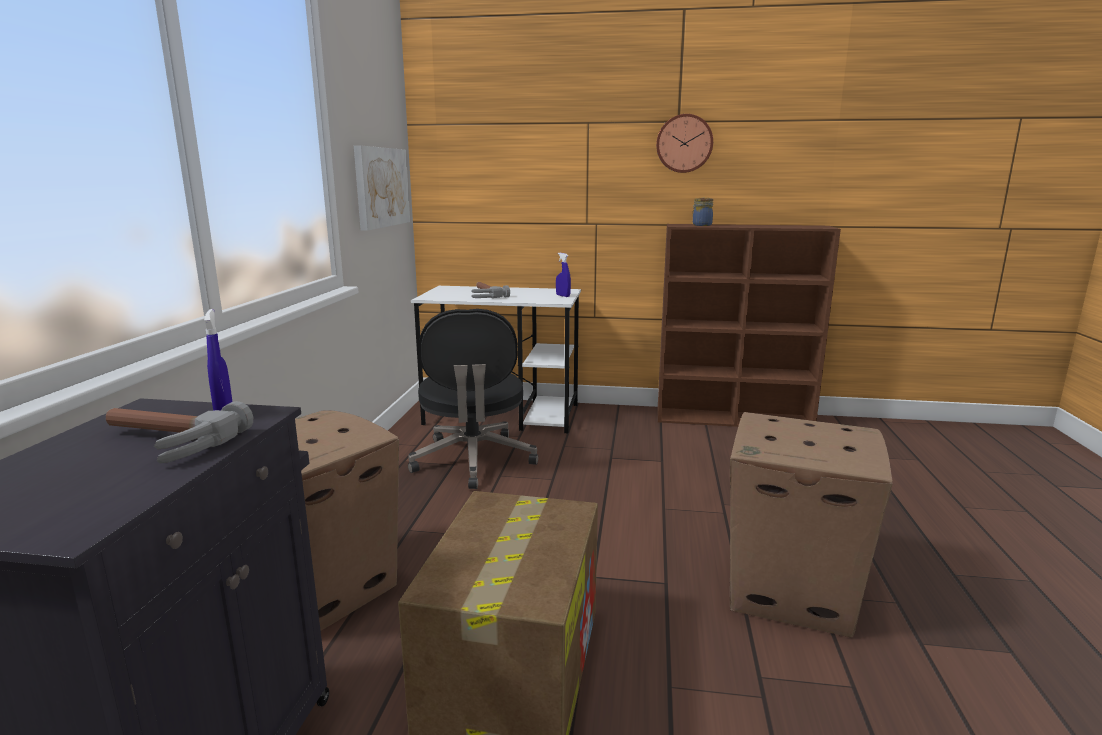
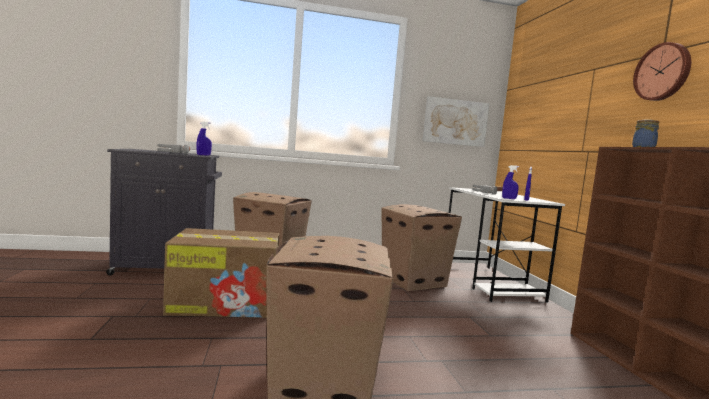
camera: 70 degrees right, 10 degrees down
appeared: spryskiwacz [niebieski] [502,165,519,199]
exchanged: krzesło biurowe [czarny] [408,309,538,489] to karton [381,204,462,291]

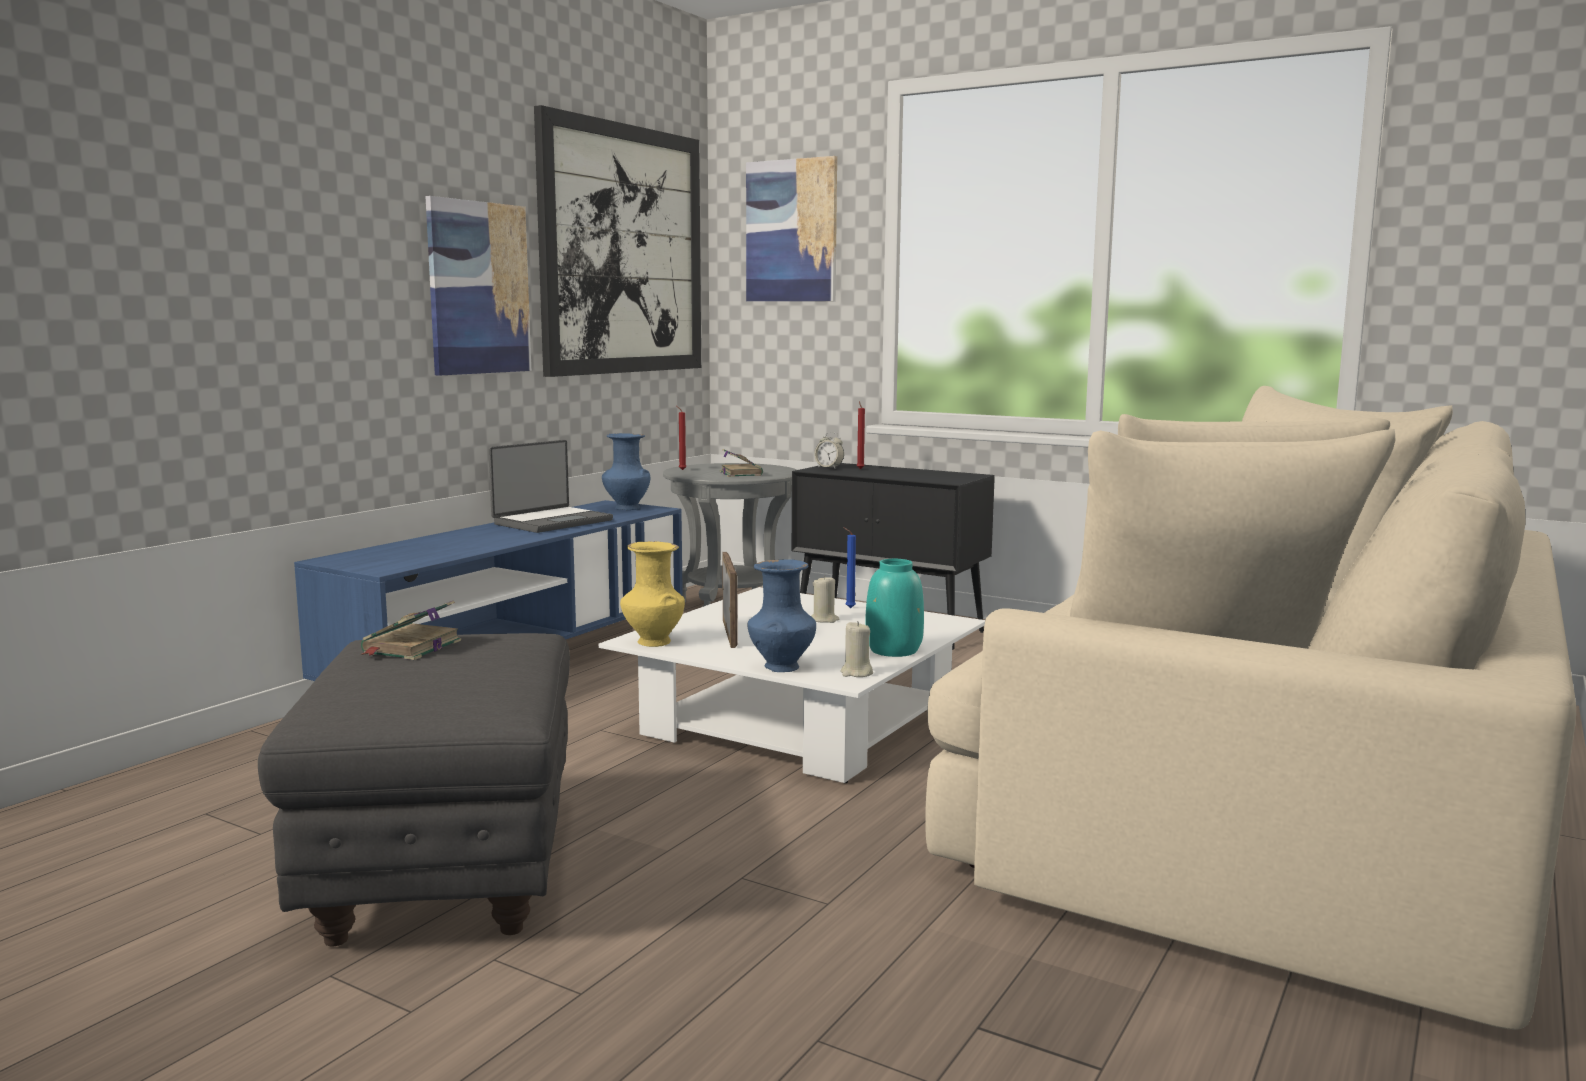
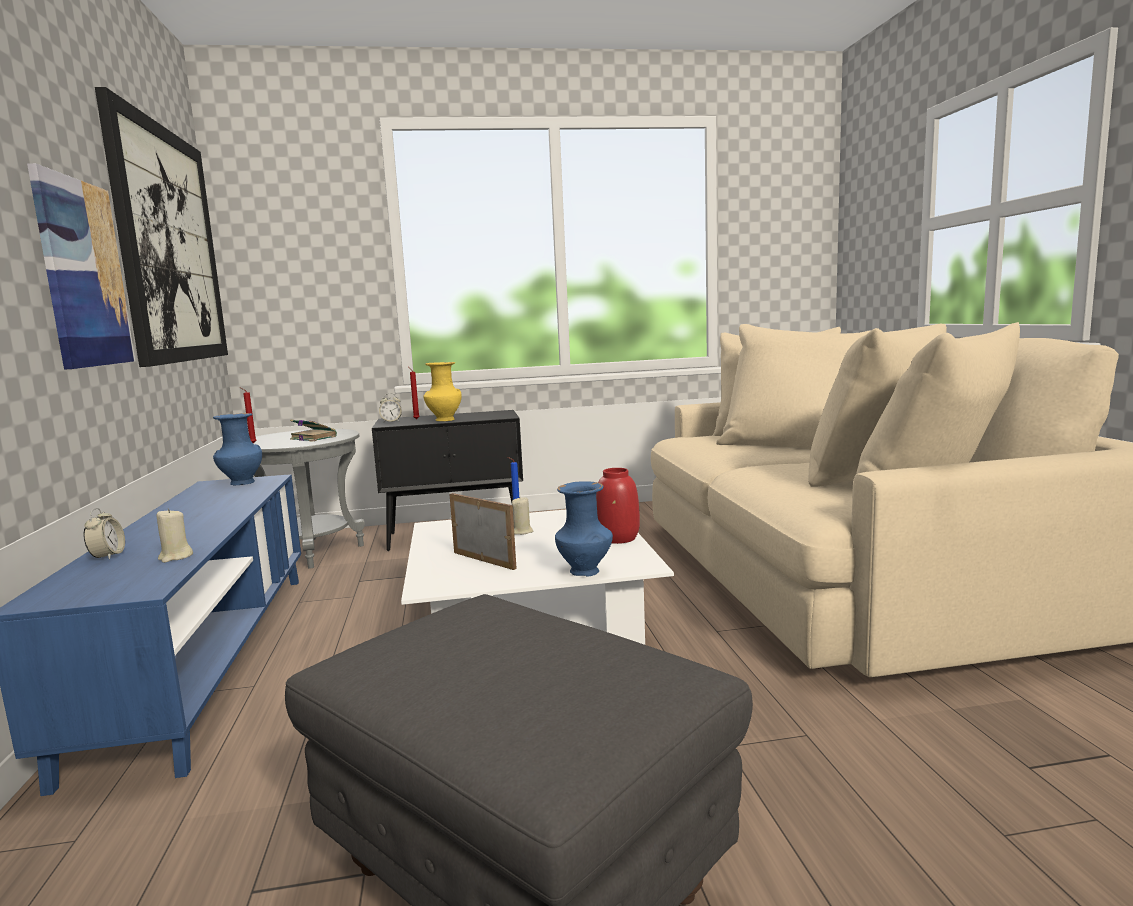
camera: 40 degrees left, 0 degrees up
missing: książka [361,600,461,660]; laptop [488,440,613,533]; obraz [746,156,837,301]
appeared: budzik [83,508,125,560]
relocated: wazon [żółty] [620,541,685,647] to [423,362,462,421]; świeca [beżowy] [840,621,873,677] to [157,508,193,563]
colour: wazon [turkusowy] [865,559,924,657] to wazon [czerwony] [596,468,640,544]

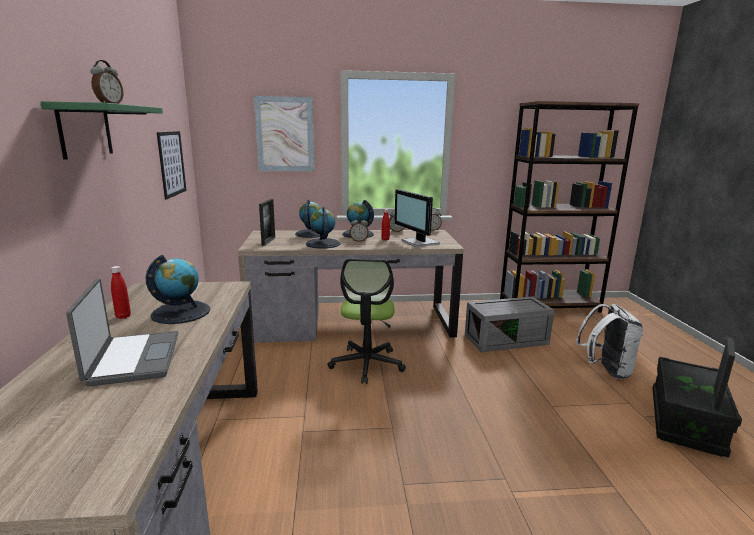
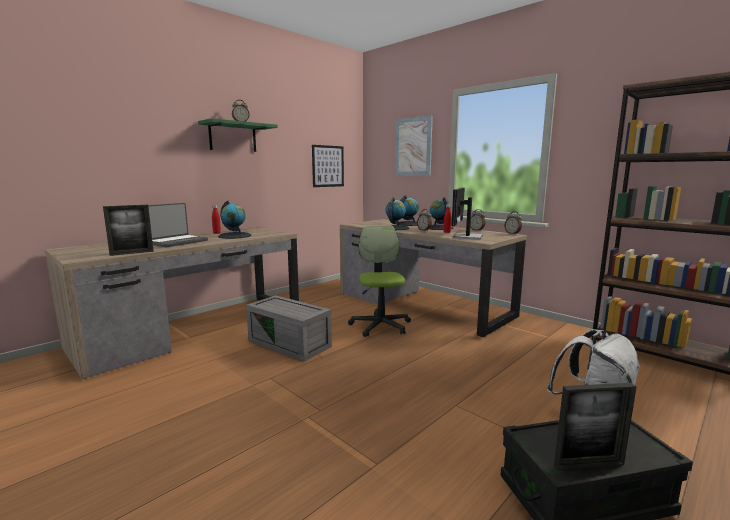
camera: 50 degrees right, 5 degrees down
relocated: ramka na zdjęcie [259,199,275,246] to [103,205,154,256]; pojemnik do przechowywania [szary] [465,296,554,352] to [246,295,332,362]
spun: krzesło biurowe [327,259,406,384] = [348,225,411,337] 120 degrees clockwise

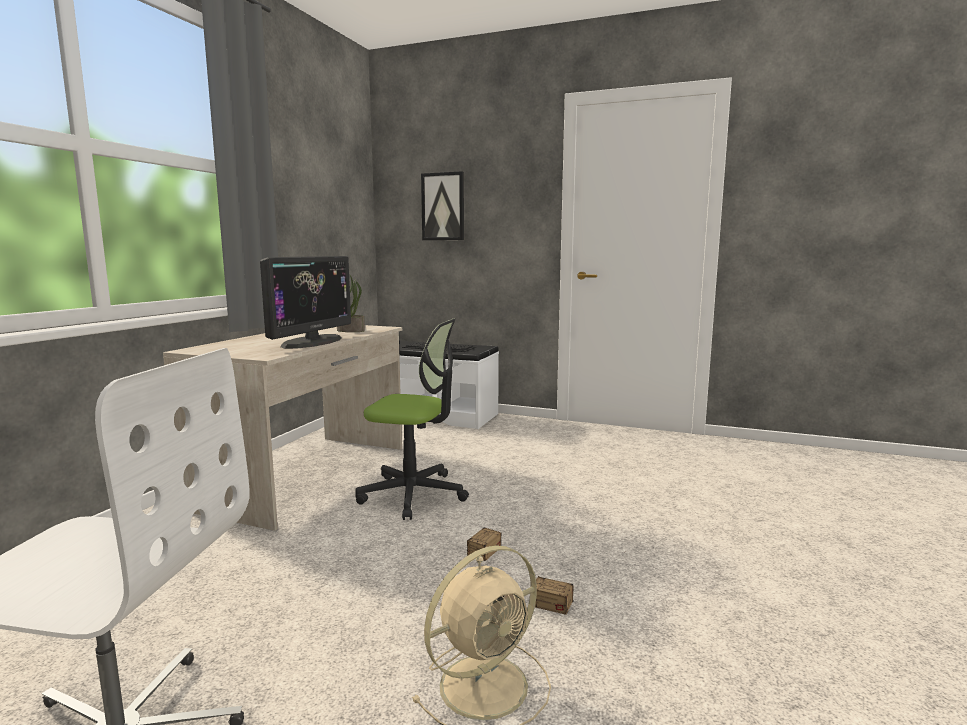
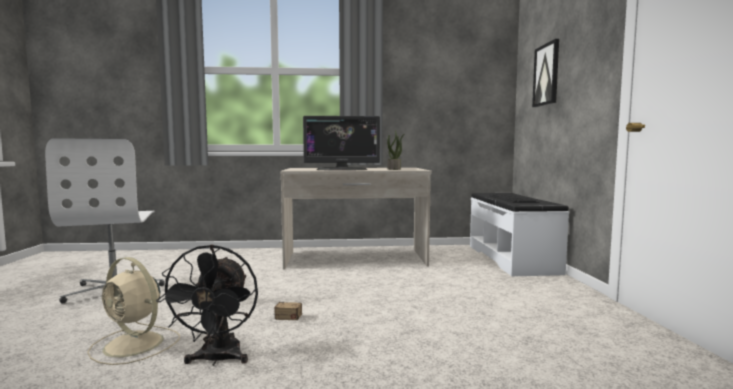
camera: 65 degrees right, 5 degrees down
missing: krzesło biurowe [355,318,469,520]
exchanged: pojemnik do przechowywania [535,551,628,615] to wentylator [czarny] [156,244,258,366]

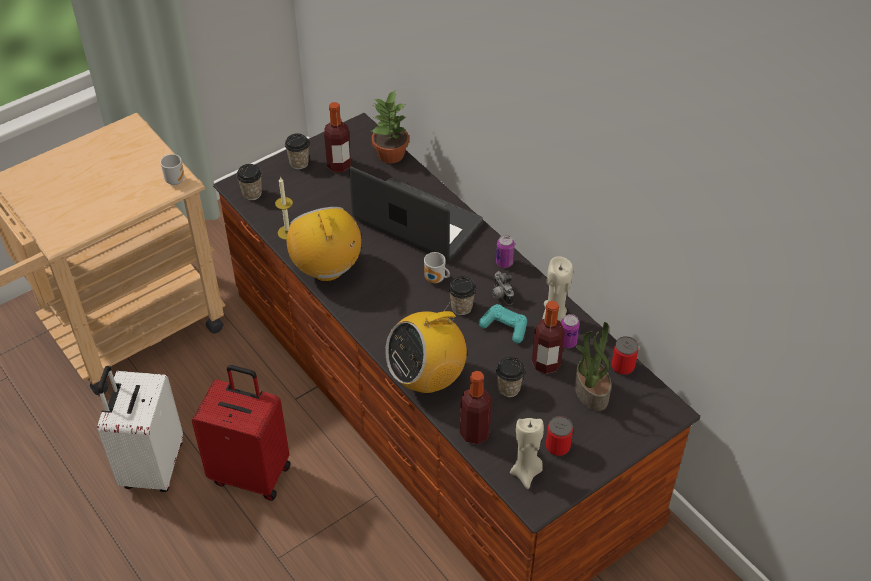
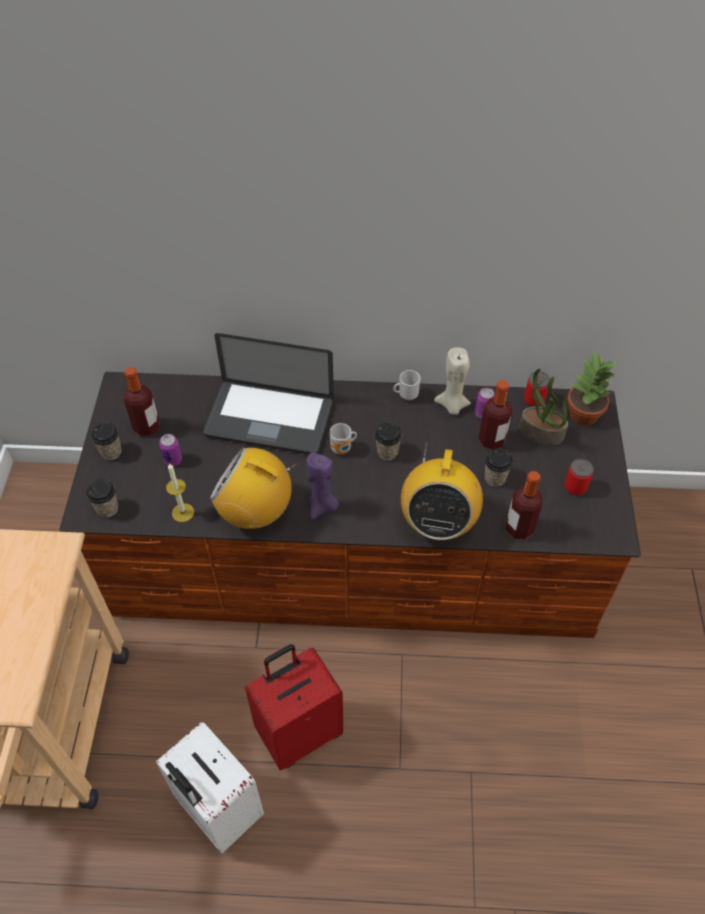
camera: 50 degrees left, 5 degrees up
missing: pad do gier [turkusowy] [479,304,527,343]; aparat fotograficzny [492,271,514,305]; świeca [beżowy] [510,418,544,489]
appeared: świeca [fioletowy] [306,452,339,520]
relocated: kubek [160,154,184,185] to [393,370,420,400]; roślina doniczkowa [372,91,409,163] to [567,351,617,425]; puszka [496,235,515,268] to [159,434,182,466]
spun: laptop [349,167,483,262] = [203,333,334,454] 150 degrees counterclockwise

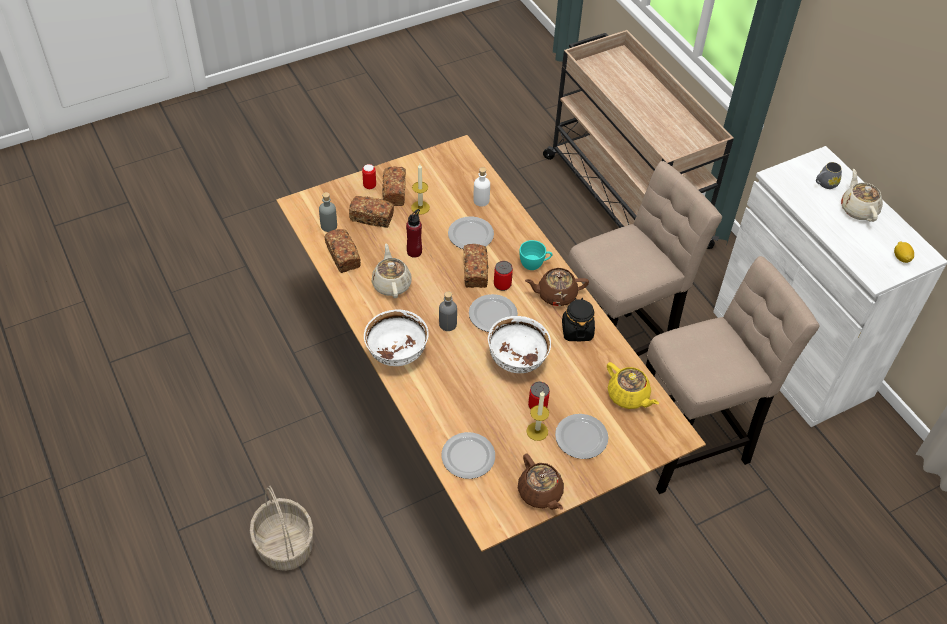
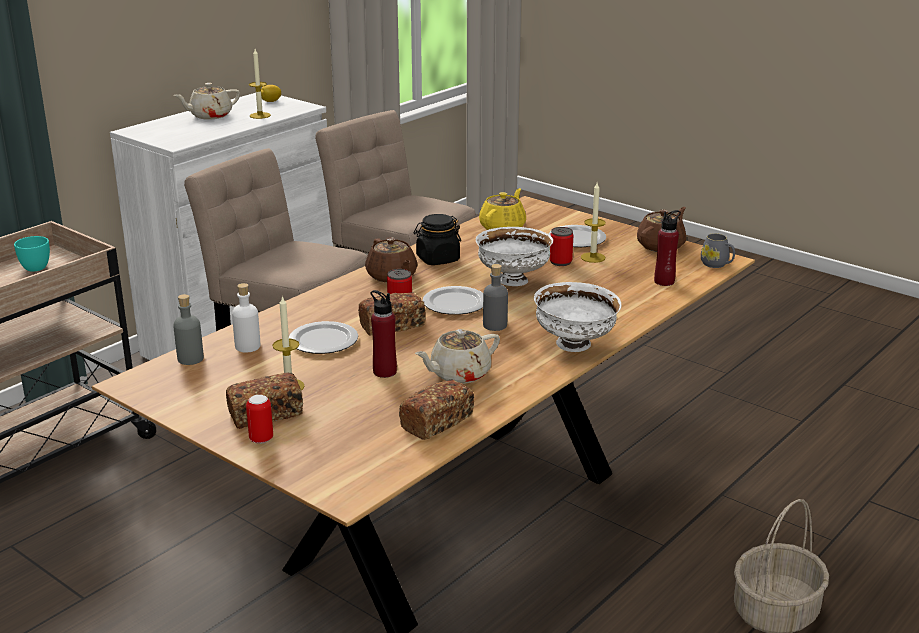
camera: 110 degrees left, 25 degrees down
missing: chleb [349,196,394,228]
appeared: świeca [249,49,271,119]
relocated: butelka [szary] [319,192,337,232] to [173,294,204,365]; filiżanka [turkusowy] [519,240,552,270] to [14,236,50,272]; kubek [szary] [816,162,842,189] to [701,233,735,268]
exchanged: talerz [441,432,495,479] to butelka [czerwony] [654,210,681,286]

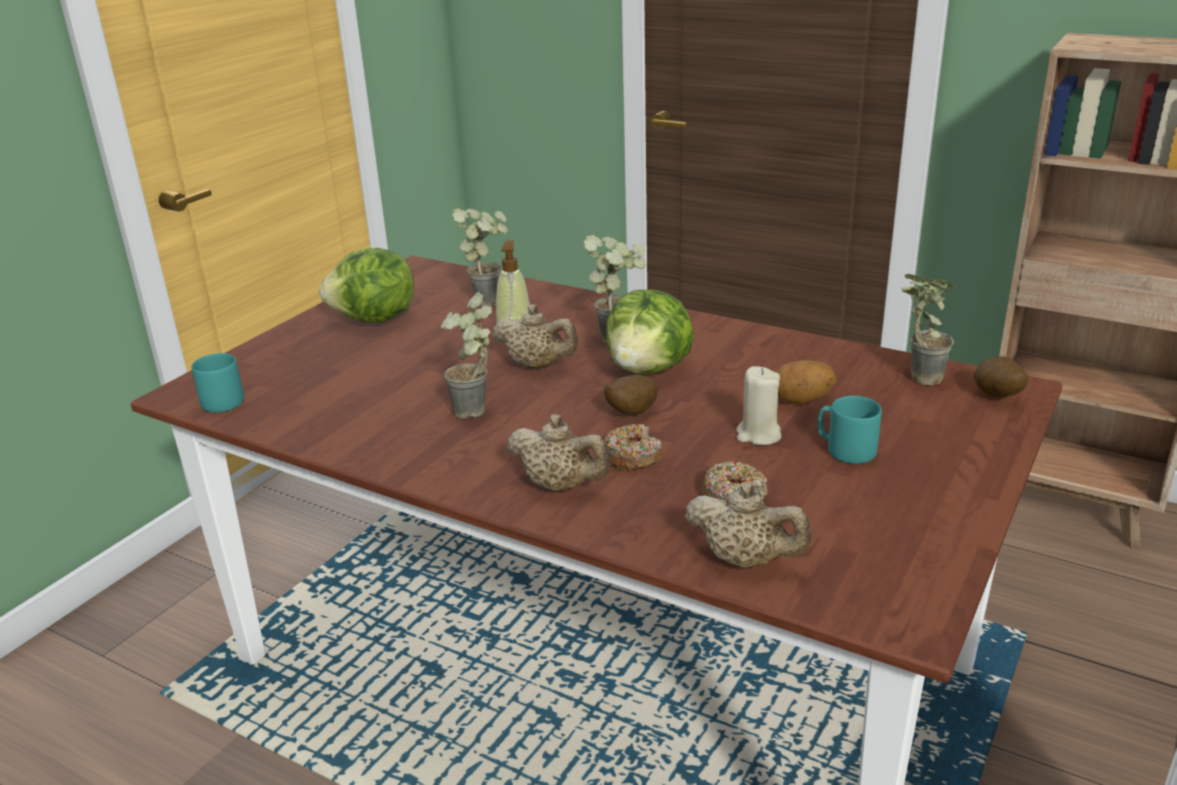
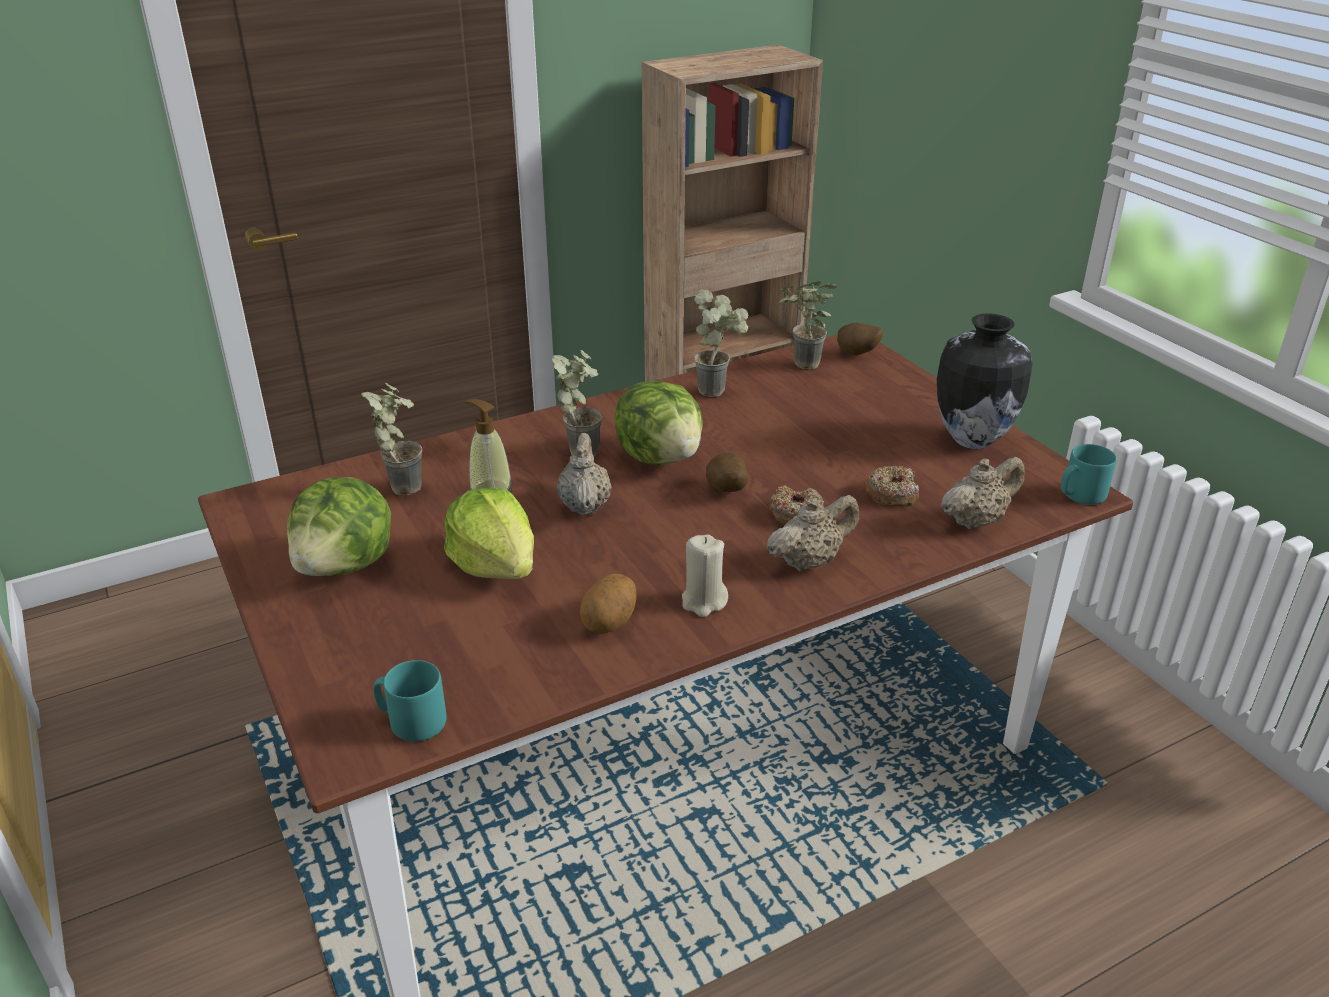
camera: 60 degrees left, 5 degrees up
appeared: sałata [444,487,534,579]; wazon [937,313,1032,449]
relocated: roślina doniczkowa [441,292,492,419] to [694,289,748,397]; świeca [beżowy] [736,366,782,445] to [682,535,728,617]; ziemniak [776,360,836,405] to [580,574,637,634]; kubek [turkusowy] [818,396,882,464] to [1061,444,1117,505]
spun: imbryk [beżowy] [493,304,578,369] = [557,433,612,516] 60 degrees counterclockwise

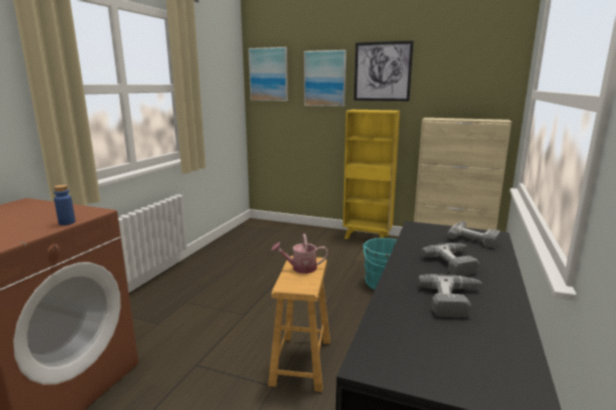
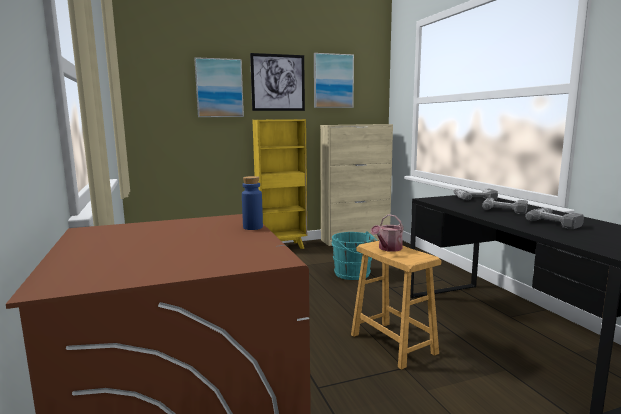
camera: 40 degrees left, 5 degrees down
relocated: obraz [248,47,288,101] to [314,53,354,108]

